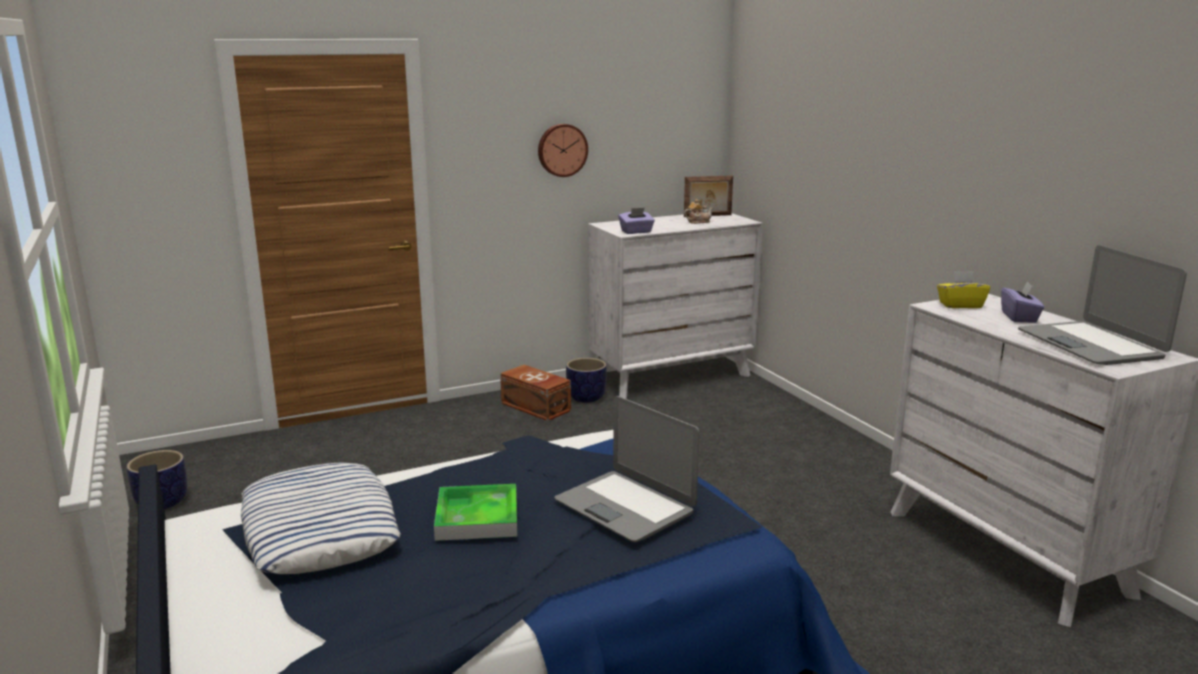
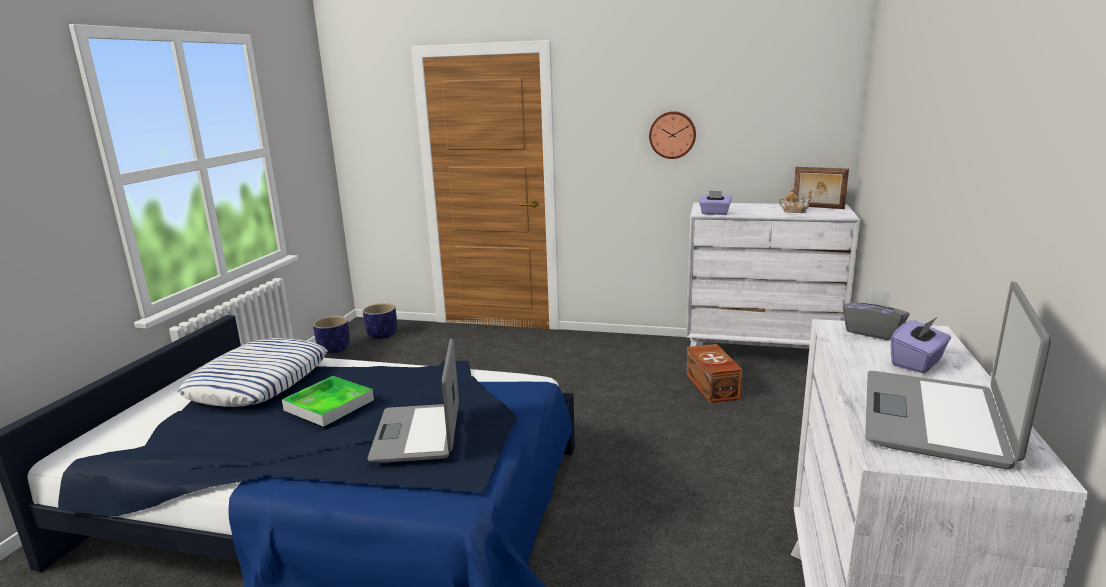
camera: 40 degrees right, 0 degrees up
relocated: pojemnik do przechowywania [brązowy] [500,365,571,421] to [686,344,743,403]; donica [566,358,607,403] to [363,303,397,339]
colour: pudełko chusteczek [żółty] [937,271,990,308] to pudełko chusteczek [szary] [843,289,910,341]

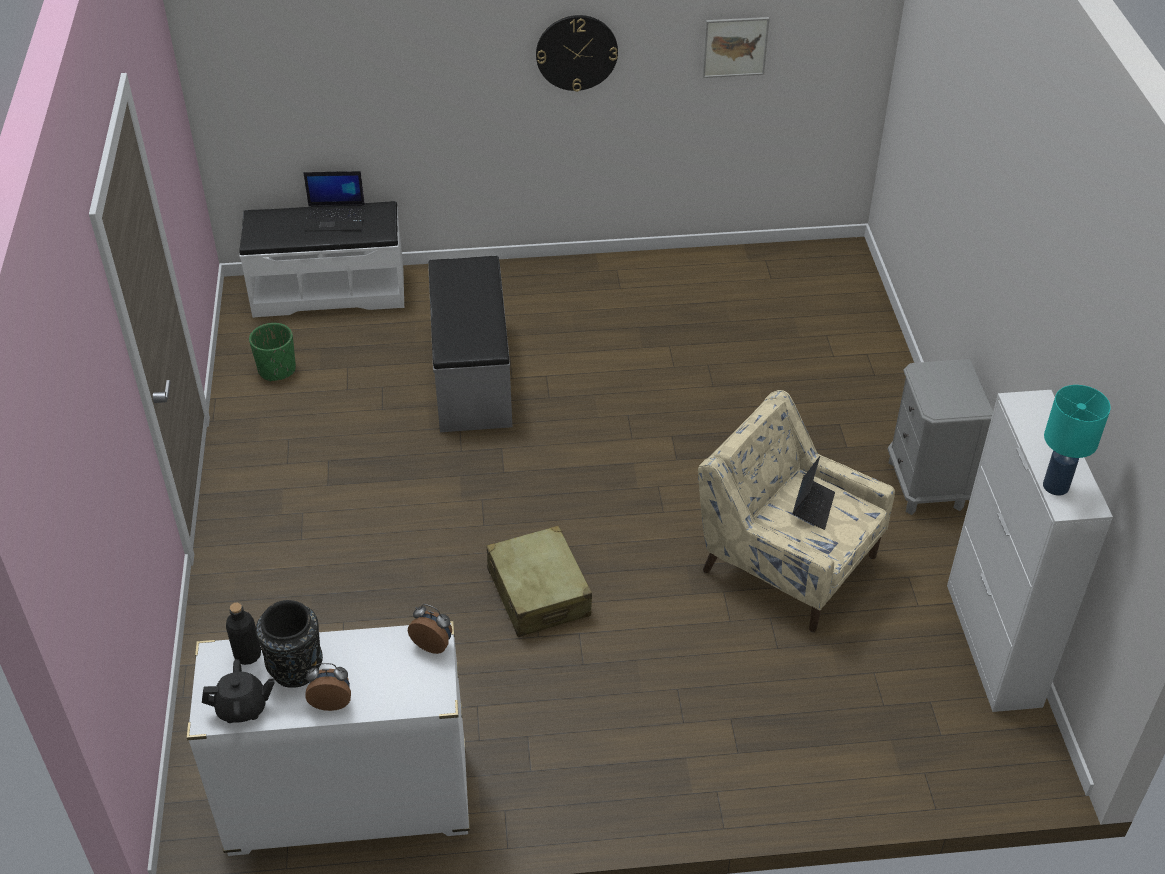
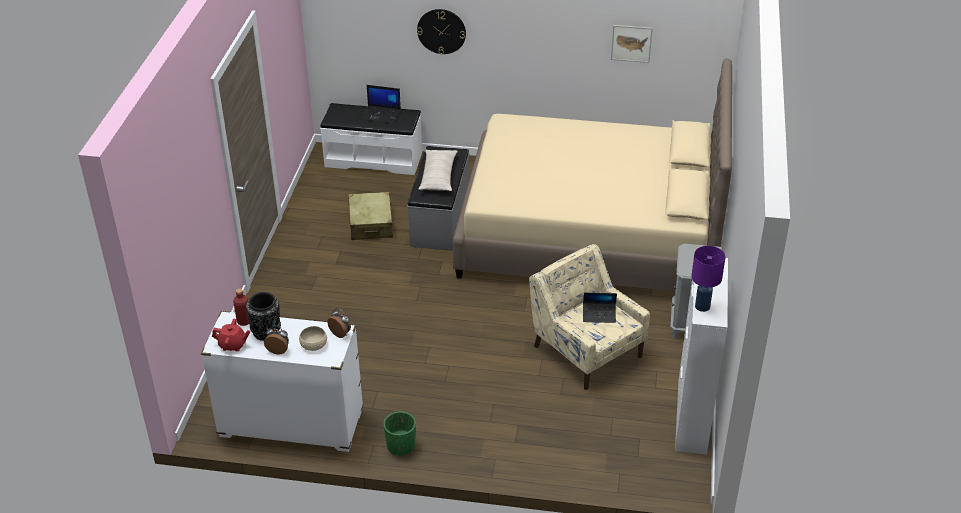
camera: 15 degrees right, 5 degrees down
appeared: miska [beżowy] [299,326,327,351]; poduszka [beżowy] [419,150,458,191]; łóżko [beżowy] [453,58,732,291]
relocated: donica [zielony] [249,323,296,382] to [383,411,416,455]; walizka [beżowy] [487,525,592,637] to [348,192,394,240]; zegar ścienny [536,15,618,92] to [417,9,466,55]
colour: imbryk [czarny] [202,659,275,723] to imbryk [czerwony] [212,319,250,351]; butelka [czarny] [226,603,261,665] to butelka [czerwony] [233,289,249,326]; lampa stołowa [turkusowy] [1043,385,1111,496] to lampa stołowa [fioletowy] [691,246,726,312]
spun: laptop [792,456,835,530] = [583,293,617,323] 60 degrees clockwise

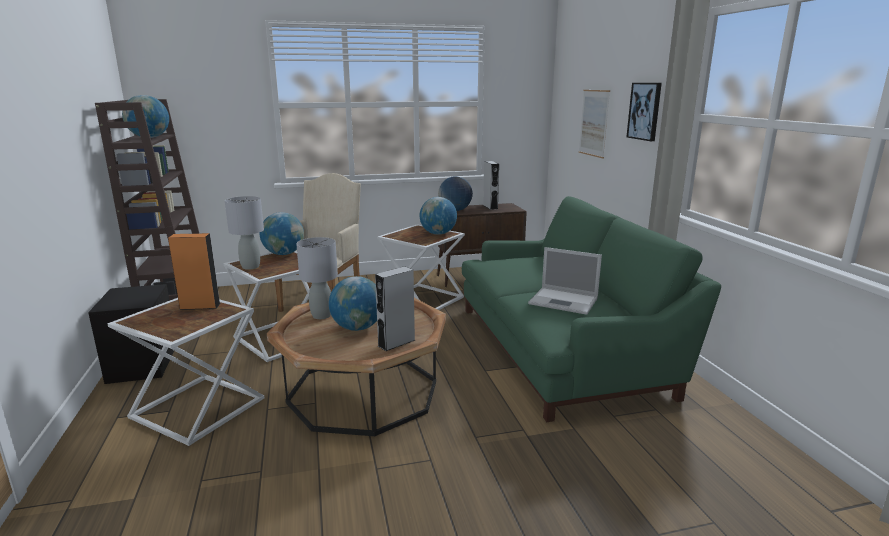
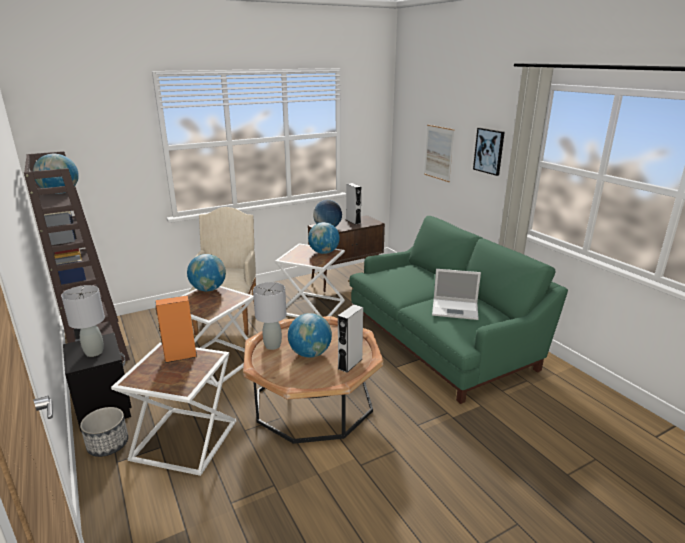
camera: 15 degrees left, 5 degrees up
appeared: donica [80,407,128,457]
relocated: lampa stołowa [szary] [225,196,264,270] to [61,285,105,357]

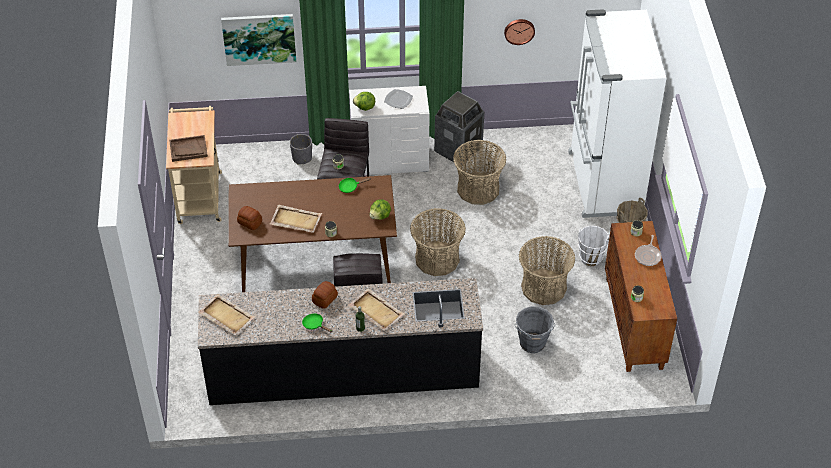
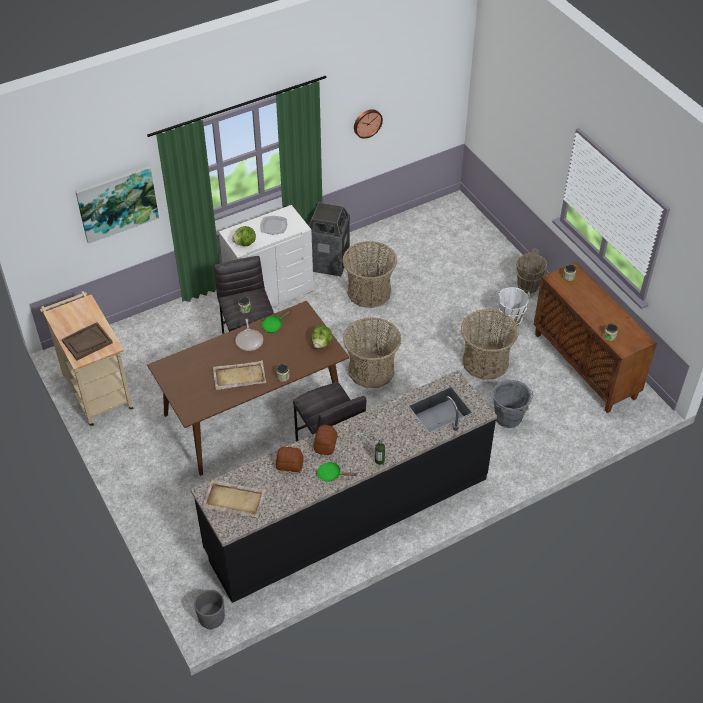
camera: 25 degrees left, 0 degrees up
missing: taca [beżowy] [348,288,405,331]; lodówka [biały] [568,9,666,218]
relocated: chleb [237,206,262,230] to [276,447,303,472]; donica [szary] [290,134,312,165] to [194,590,225,630]; patelnia [635,235,662,266] to [236,319,263,351]

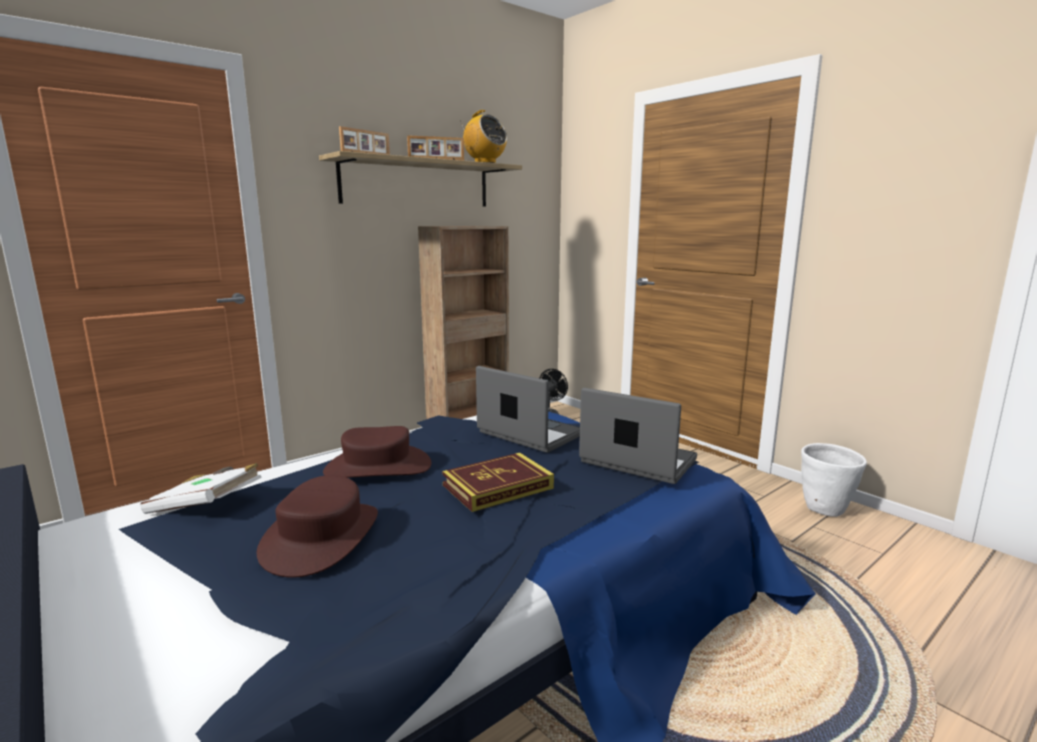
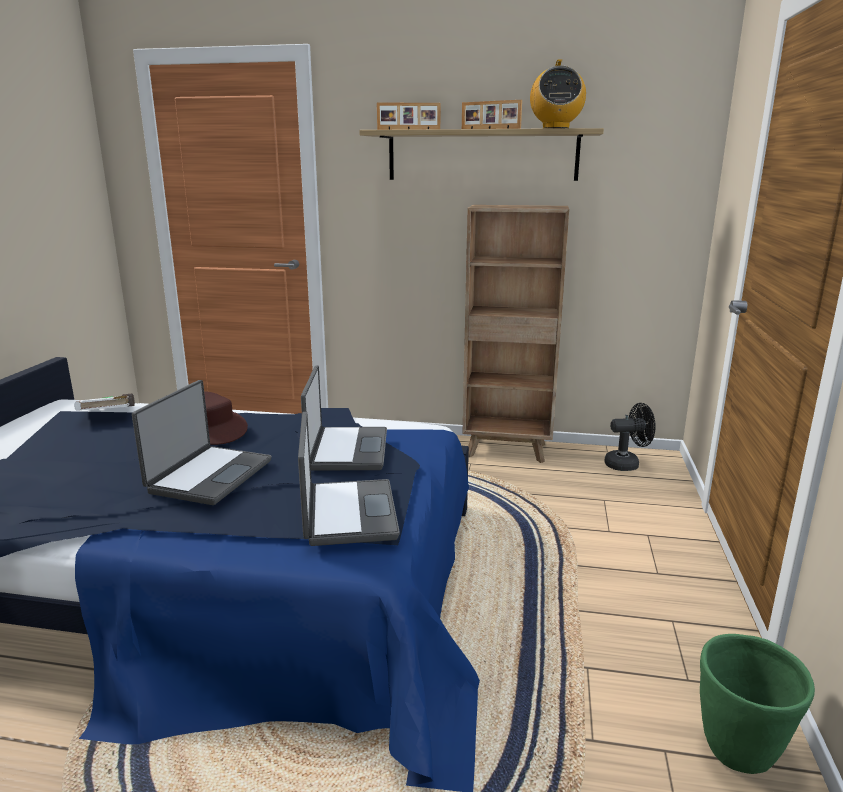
camera: 50 degrees right, 5 degrees up
missing: kapelusz [brązowy] [257,475,378,578]
exchanged: książka [442,452,554,512] to laptop [132,380,272,505]
colour: donica [biały] [801,443,867,517] to donica [zielony] [700,634,815,774]

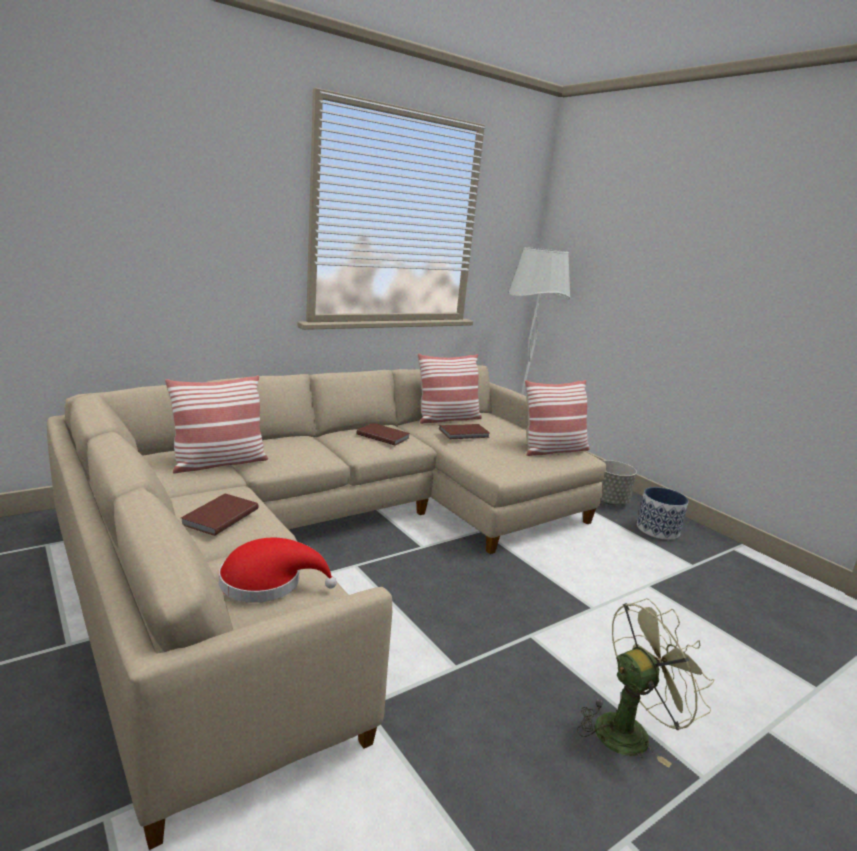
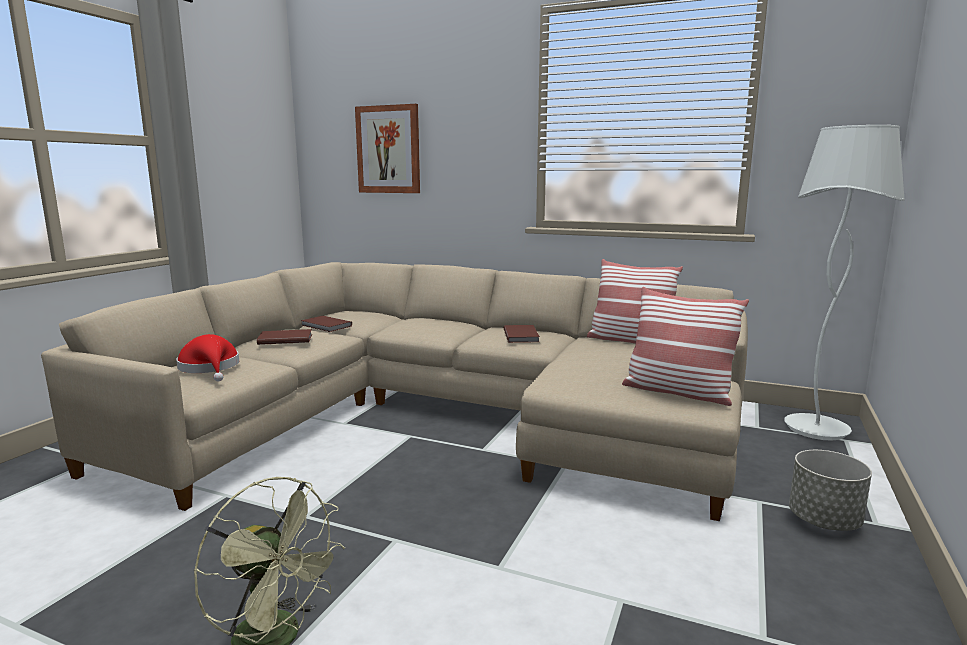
camera: 60 degrees right, 5 degrees down
missing: poduszka [165,375,268,474]; donica [637,487,689,540]
appeared: obraz [355,104,420,193]
relocated: książka [brązowy] [439,424,490,439] to [301,316,352,332]

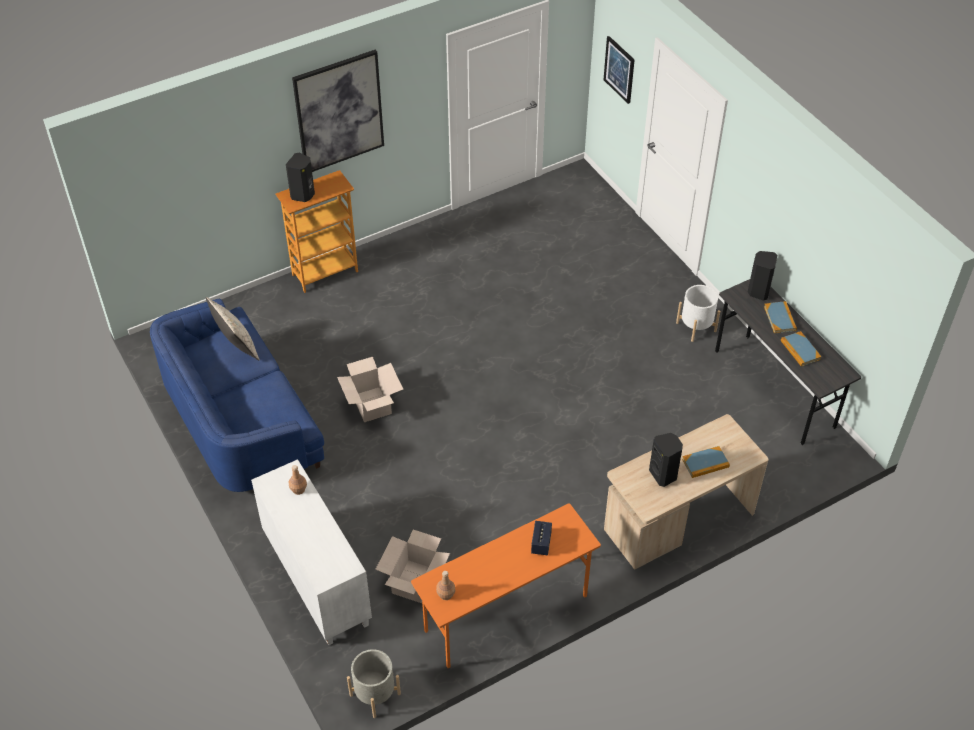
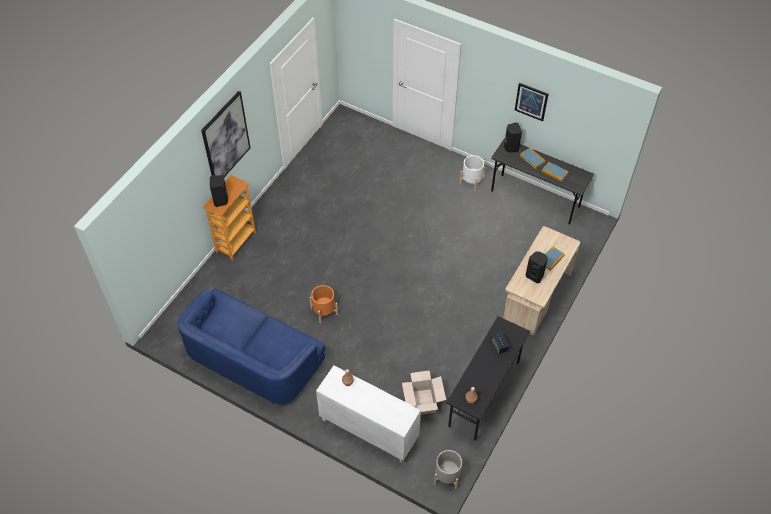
camera: 30 degrees left, 5 degrees up
missing: poduszka [beżowy] [206,297,260,360]
relocated: obraz [604,36,635,104] to [515,82,549,121]
exchanged: karton [337,357,403,422] to donica [pomarańczowy] [309,285,338,323]
colour: biurko [pomarańczowy] [411,503,601,668] to biurko [czarny] [447,316,530,441]

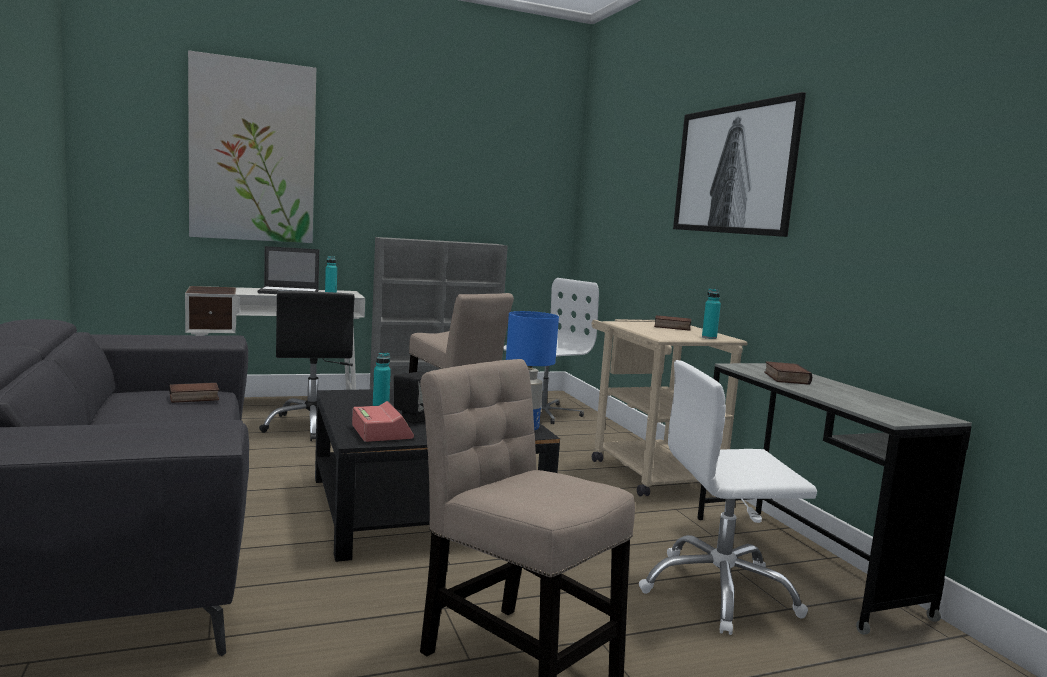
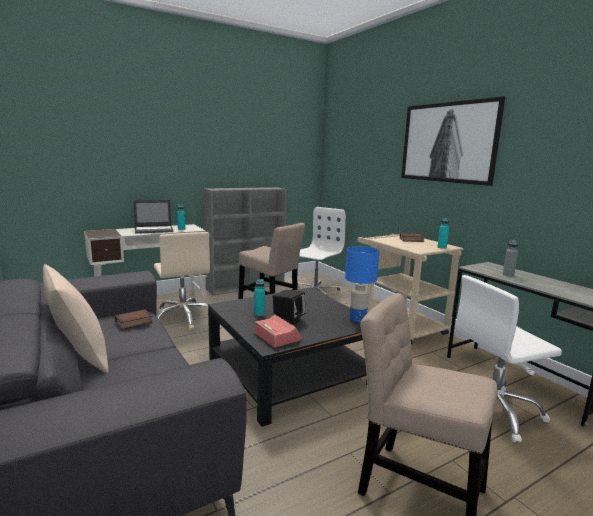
camera: 10 degrees left, 5 degrees up
missing: obraz [188,50,316,243]
appeared: poduszka [beżowy] [43,264,109,373]
exchanged: książka [764,361,812,385] to butelka [szary] [503,240,518,277]
colour: krzesło biurowe [czarny] [259,291,354,441] to krzesło biurowe [beżowy] [154,232,210,330]

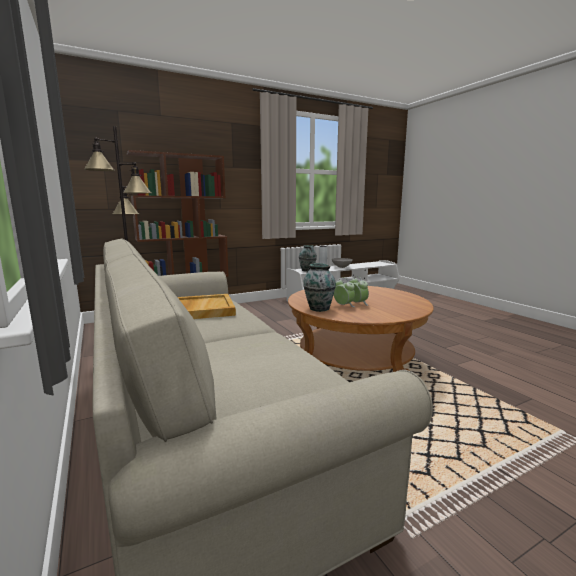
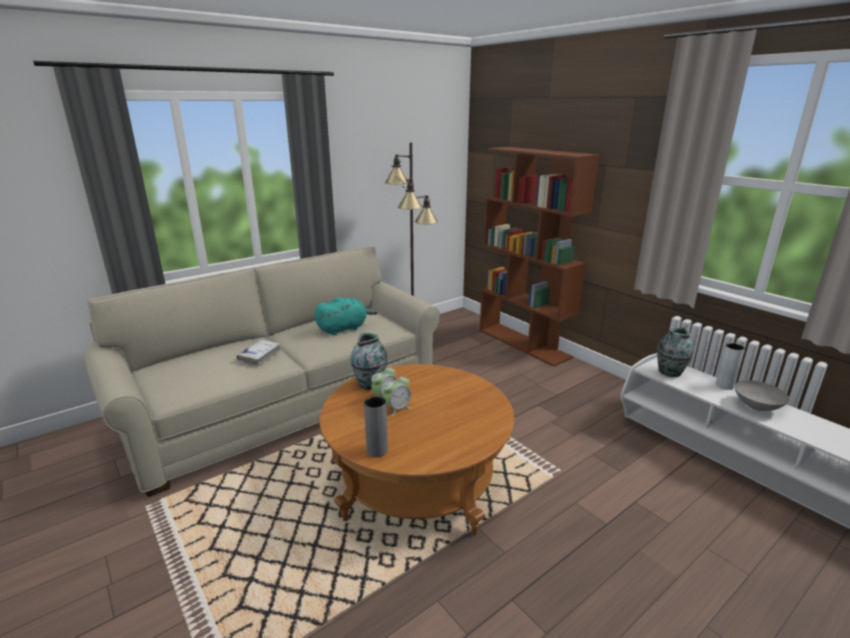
camera: 80 degrees right, 10 degrees up
appeared: książka [biały] [237,340,281,366]; wazon [szary] [364,396,388,457]
exchanged: taca [beżowy] [178,294,236,319] to pluszak [turkusowy] [314,297,378,335]

